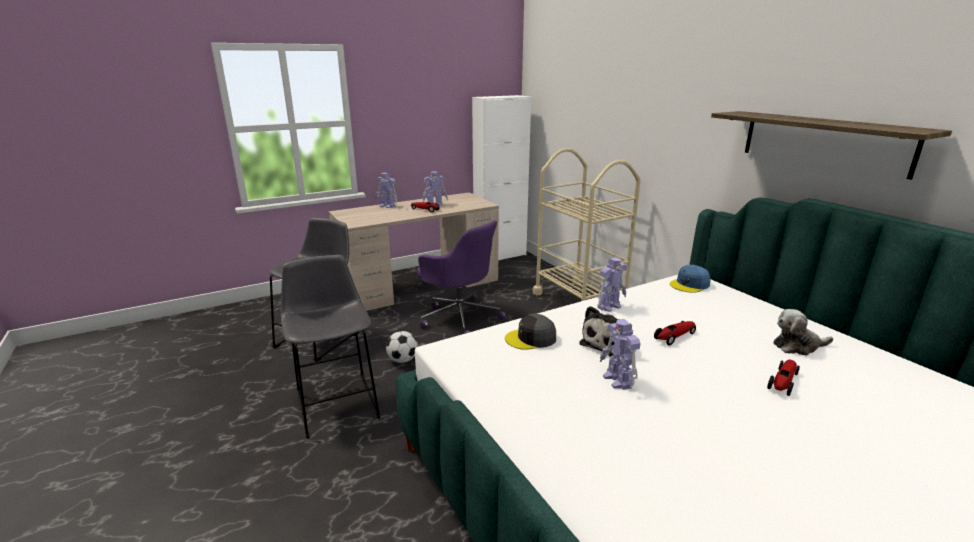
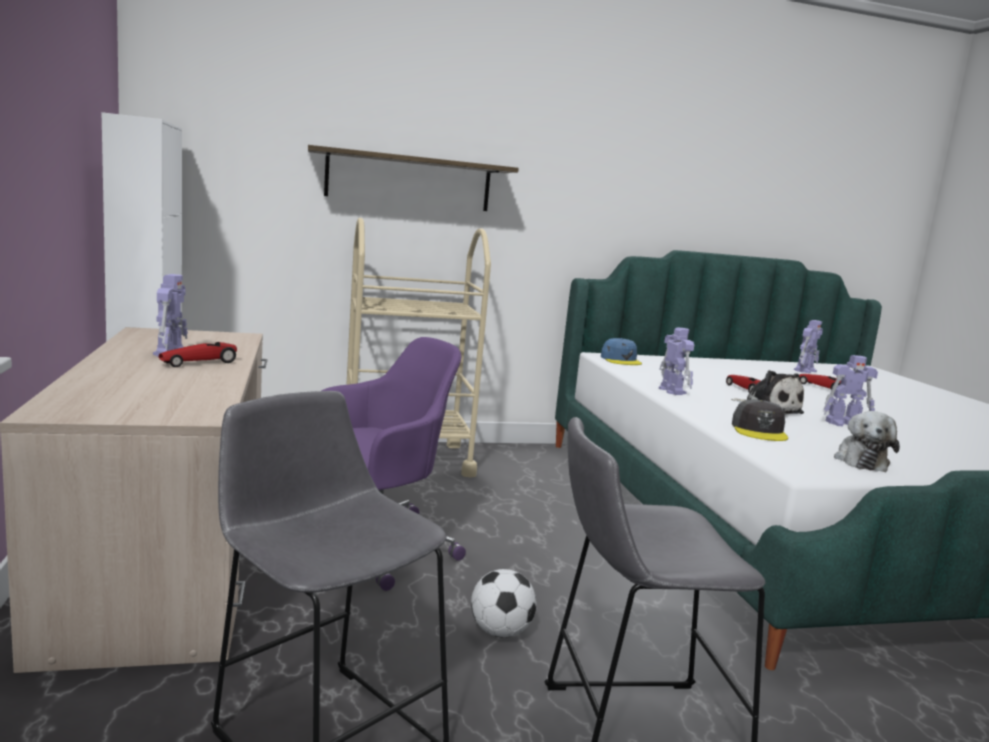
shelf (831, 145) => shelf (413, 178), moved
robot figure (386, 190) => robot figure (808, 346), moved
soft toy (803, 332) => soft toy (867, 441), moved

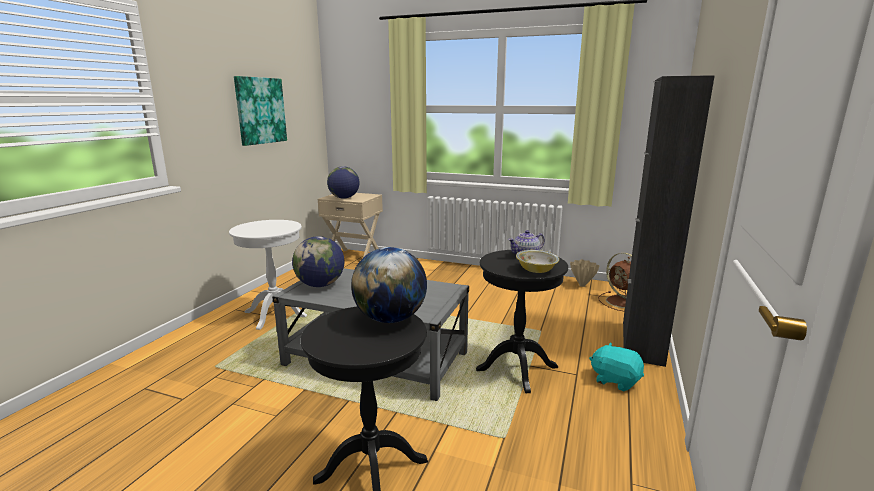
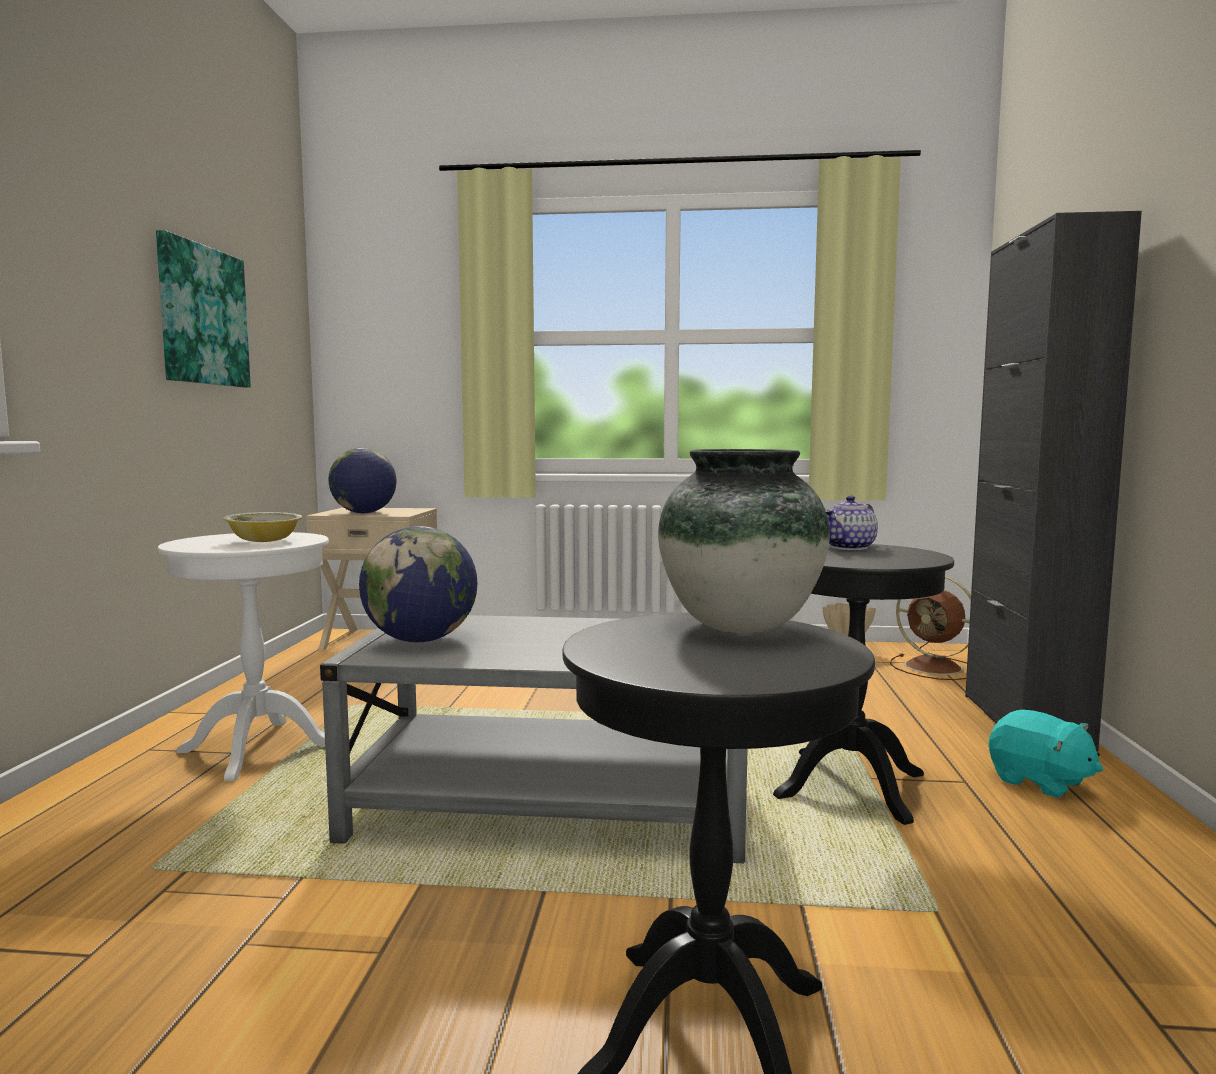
deep dish (537, 261) => deep dish (262, 527), moved
globe (389, 285) => flower vase (744, 541)
blue-green soft toy (616, 366) => blue-green soft toy (1046, 754), 150 degrees counterclockwise

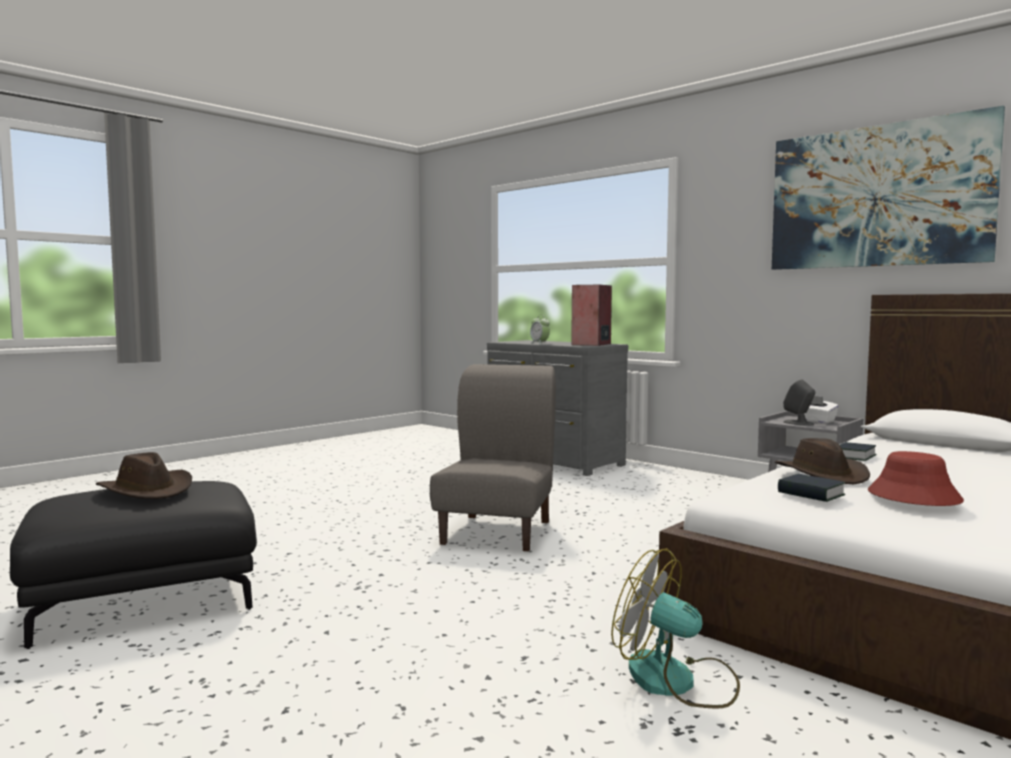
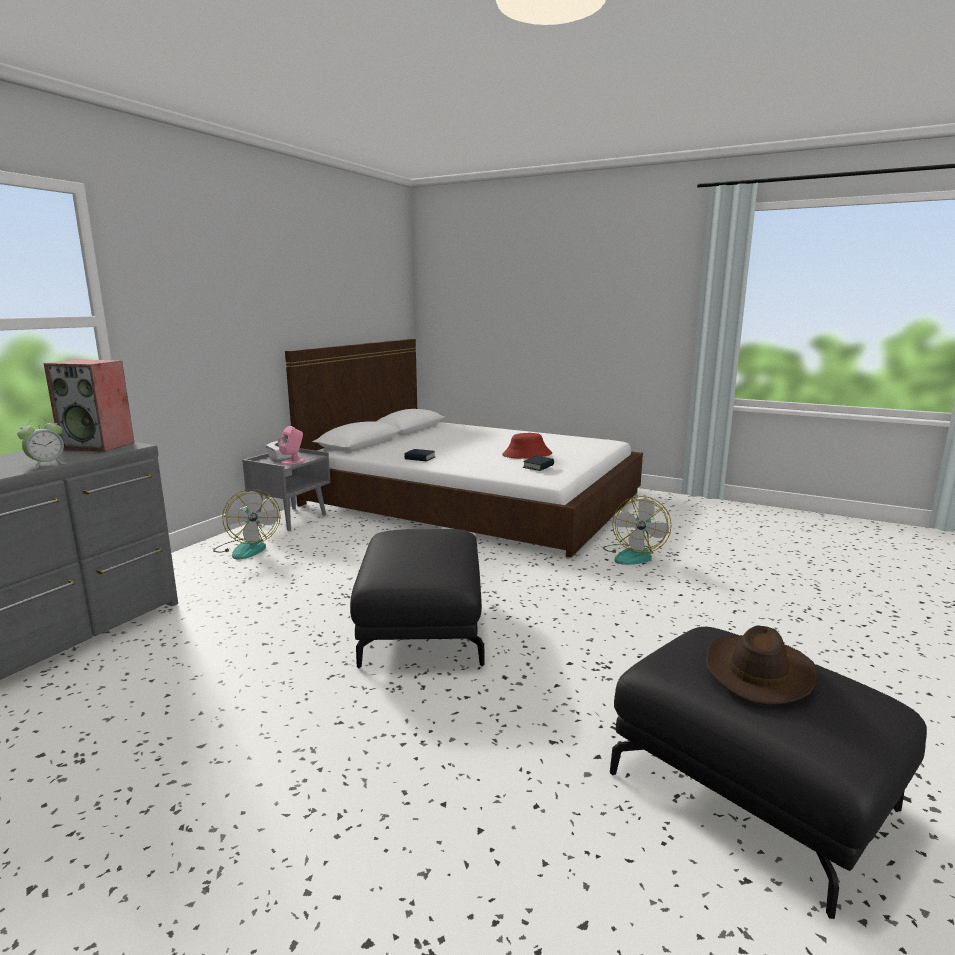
nothing => fan (247, 524)
grey audio speaker (799, 403) => pink audio speaker (292, 445)
grey plain chair (493, 457) => blackish footrest (417, 598)
wall art (888, 188) => nothing
brown-coloured hat (822, 461) => nothing

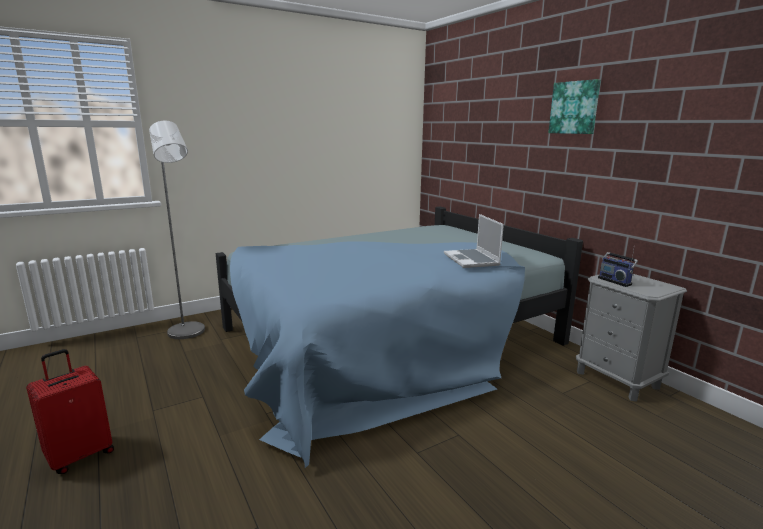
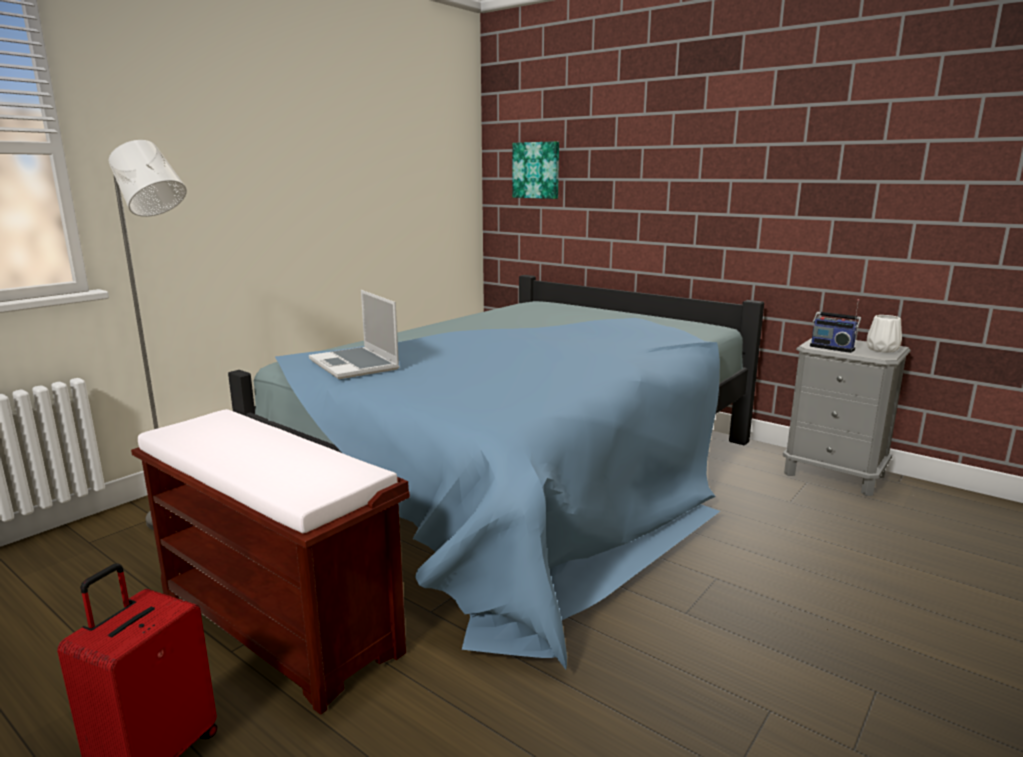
nothing => brown-coloured indoor bench (270, 561)
laptop (474, 241) => laptop (354, 334), moved
wall art (574, 106) => wall art (536, 170), moved
nothing => whitish flower vase (884, 334)

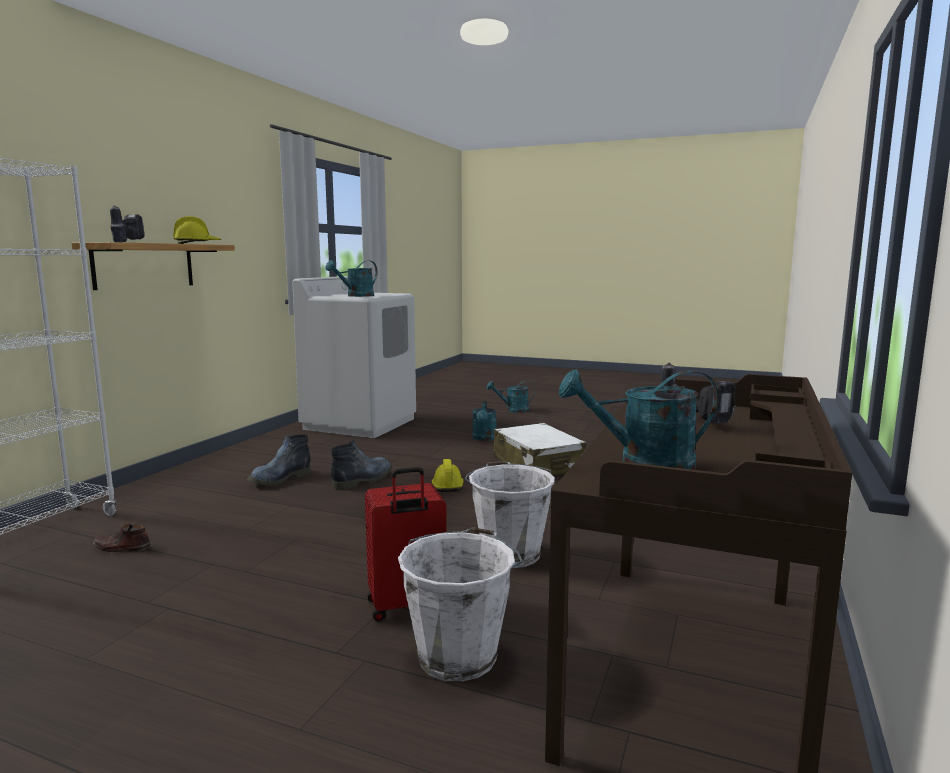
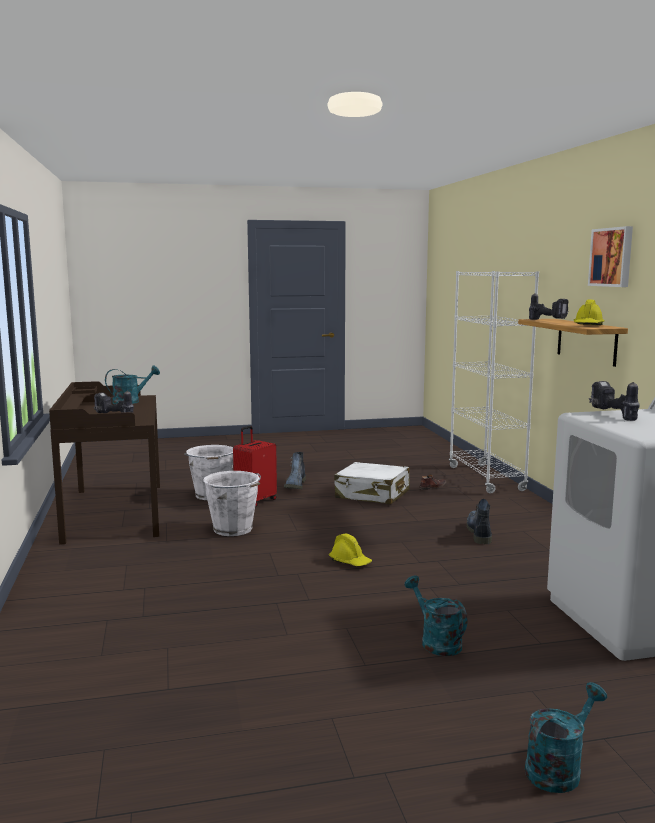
high-top boot (362, 465) => high-top boot (295, 470), moved
whitish suitcase (540, 449) => whitish suitcase (372, 483), moved
nothing => wall art (610, 256)
blue-green watering pot (351, 278) => drill (614, 401)

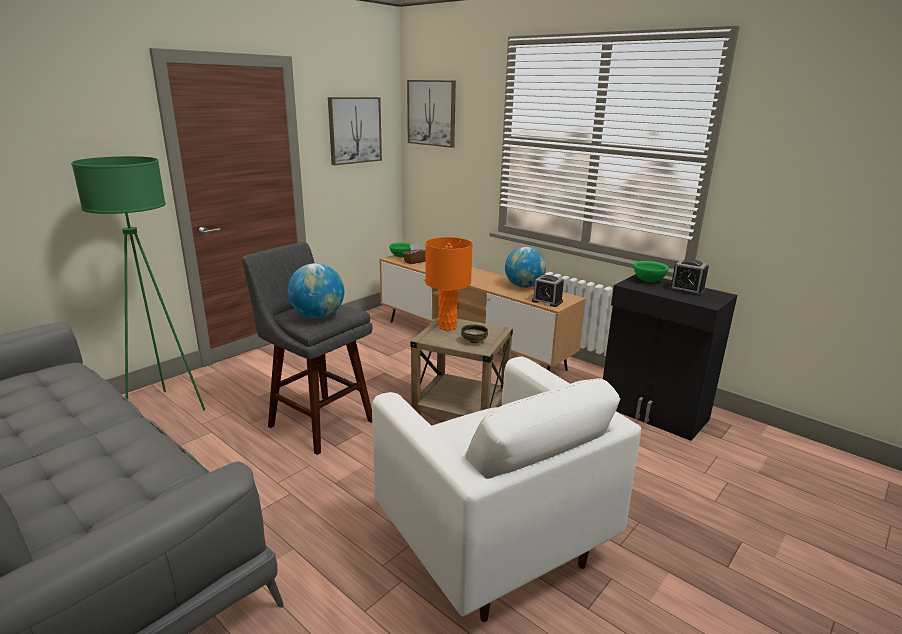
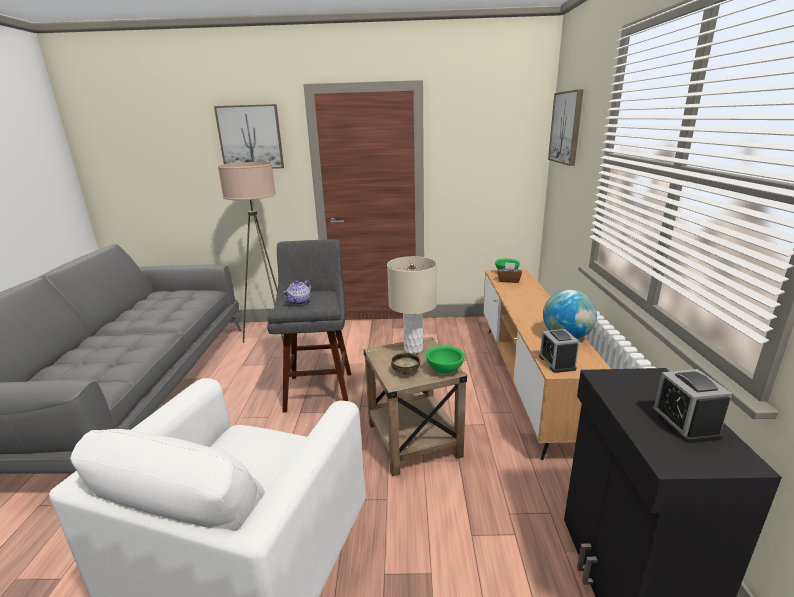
wall art (355, 131) => wall art (249, 136), moved
green-coloured standard lamp (138, 283) => beige standard lamp (251, 252)
globe (316, 291) => pot for tea (297, 292)
orange table lamp (449, 284) => beige table lamp (412, 305)
green-coloured deep dish (651, 271) => green-coloured deep dish (445, 359), moved

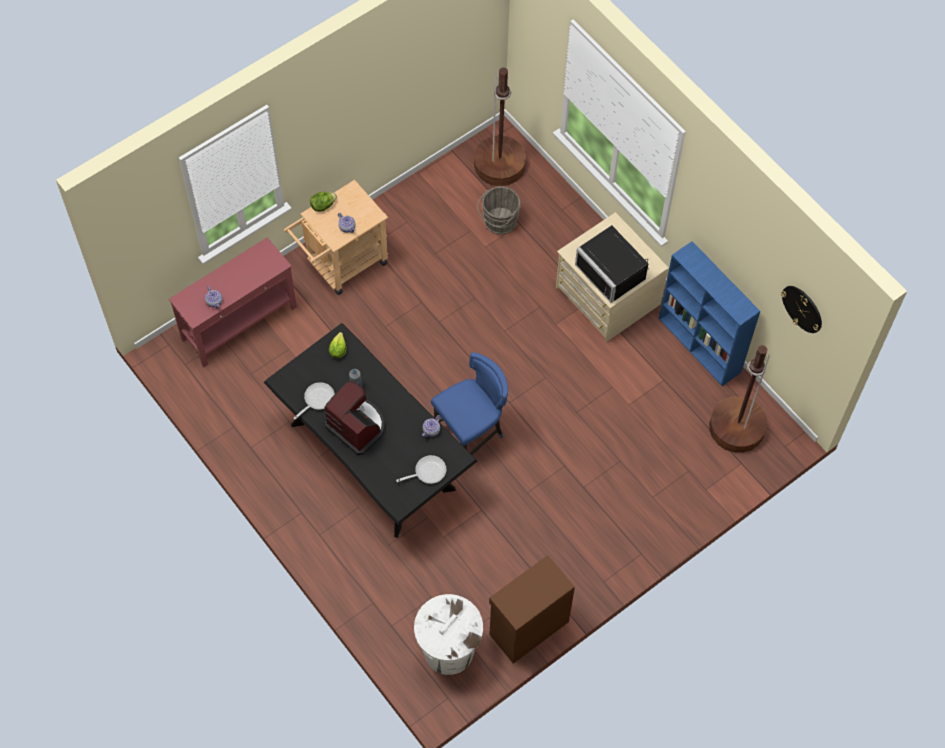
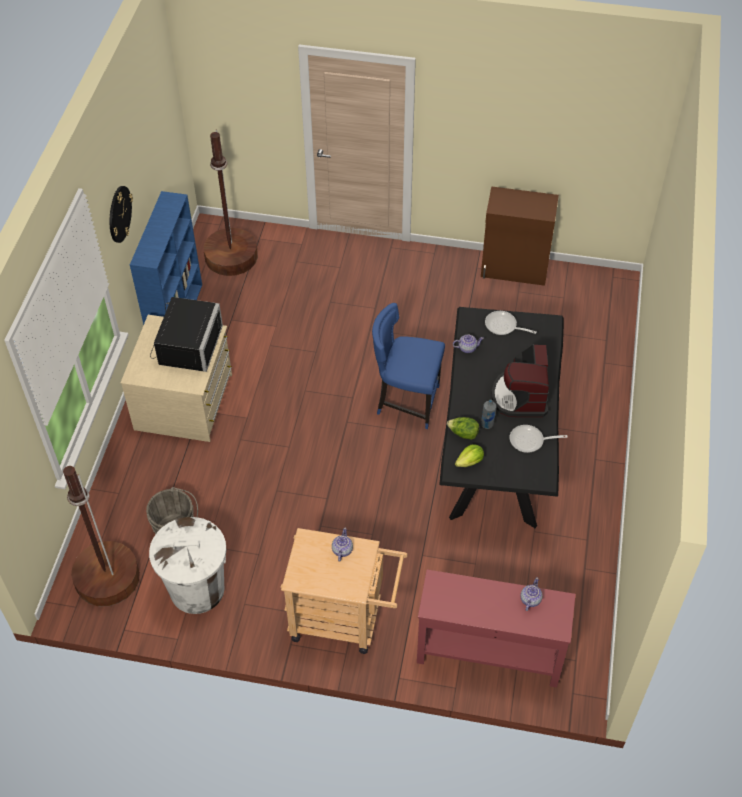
clock on the wall (801, 309) => clock on the wall (121, 214), moved
whitish trash can (448, 634) => whitish trash can (187, 565), moved
head of lettuce (323, 202) => head of lettuce (463, 428), moved

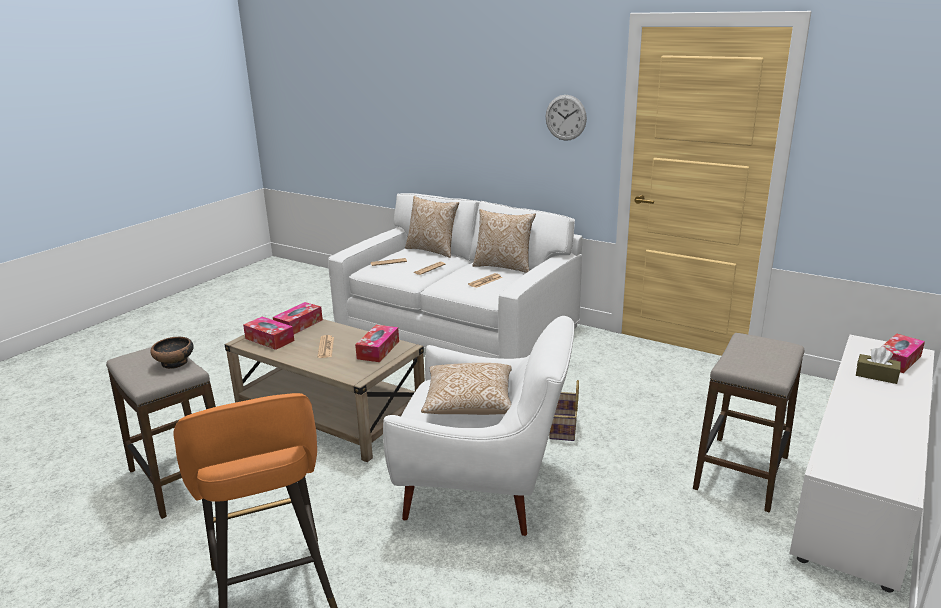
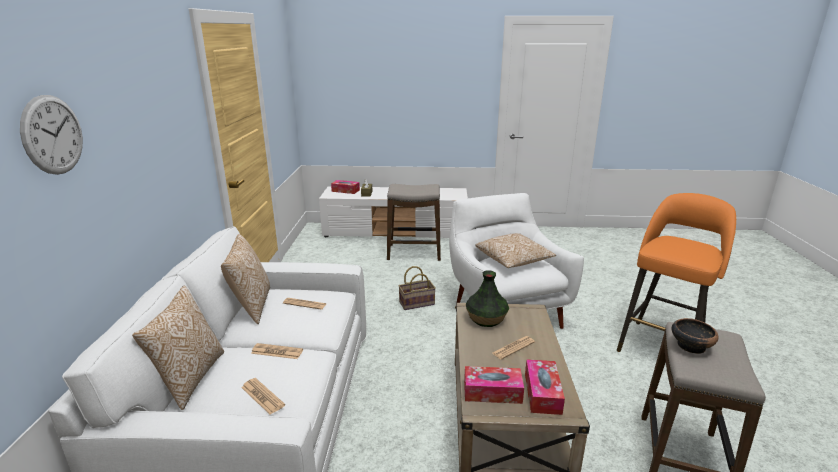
clock on the wall (566, 118) => clock on the wall (51, 135), moved
tissue box (377, 343) => flower vase (487, 298)

